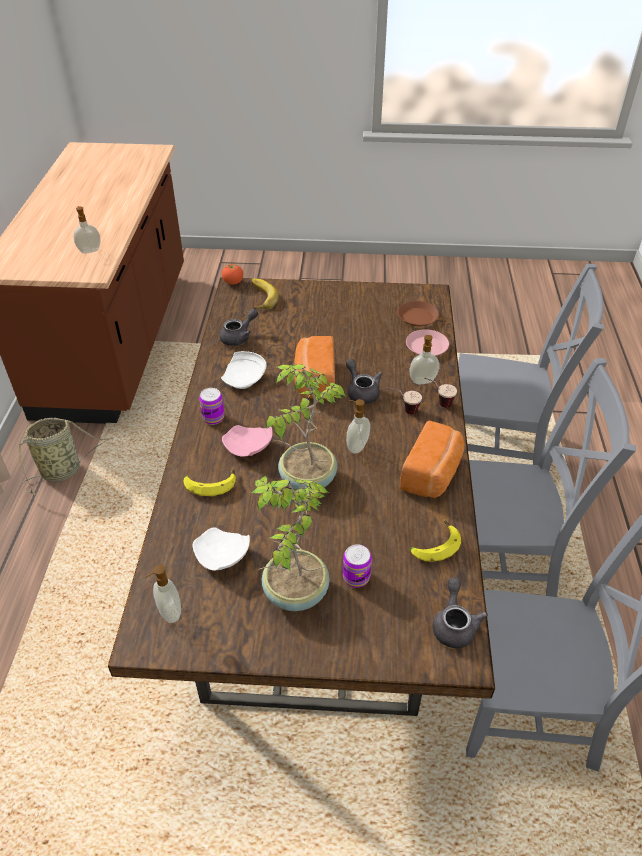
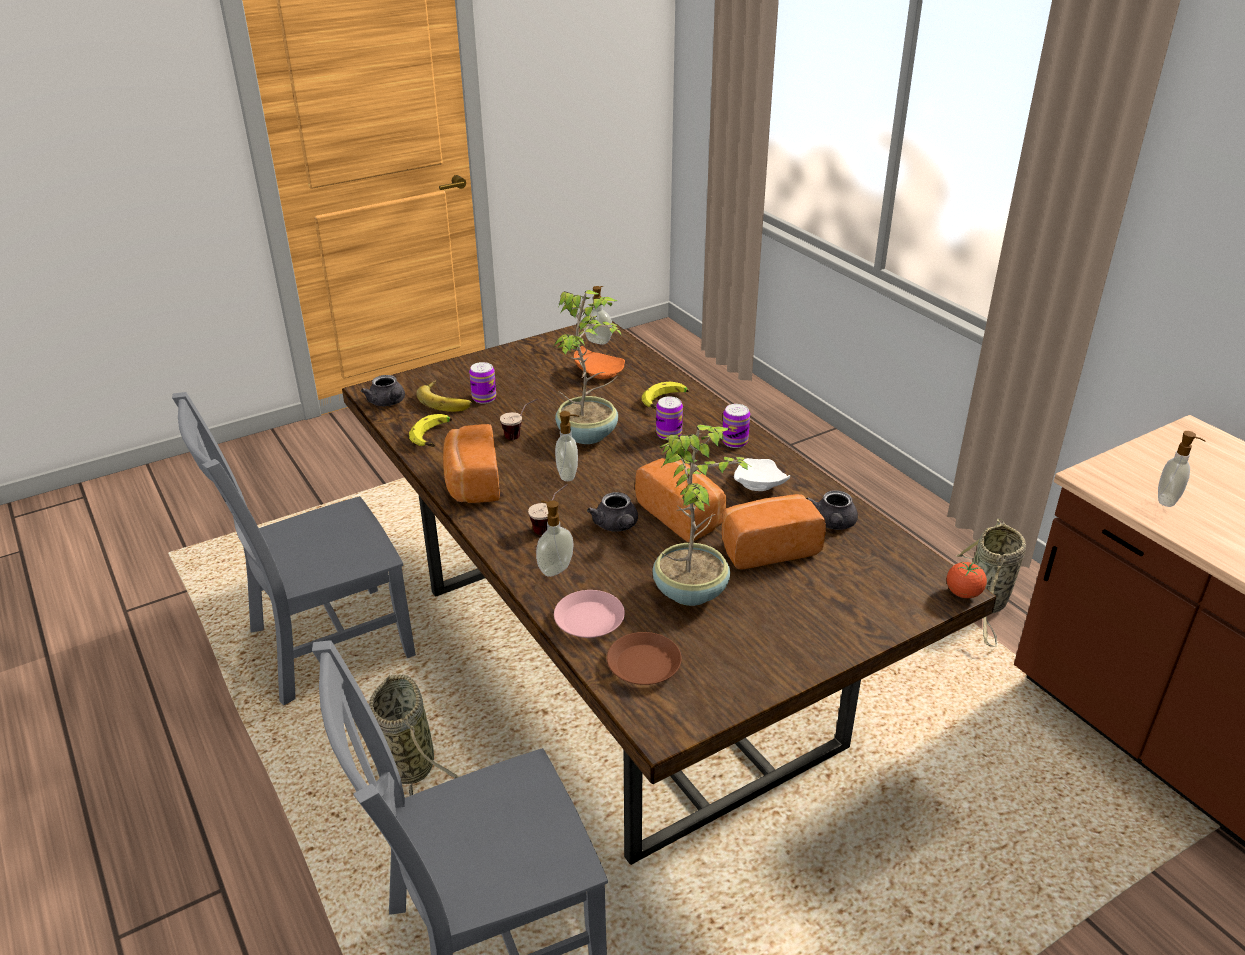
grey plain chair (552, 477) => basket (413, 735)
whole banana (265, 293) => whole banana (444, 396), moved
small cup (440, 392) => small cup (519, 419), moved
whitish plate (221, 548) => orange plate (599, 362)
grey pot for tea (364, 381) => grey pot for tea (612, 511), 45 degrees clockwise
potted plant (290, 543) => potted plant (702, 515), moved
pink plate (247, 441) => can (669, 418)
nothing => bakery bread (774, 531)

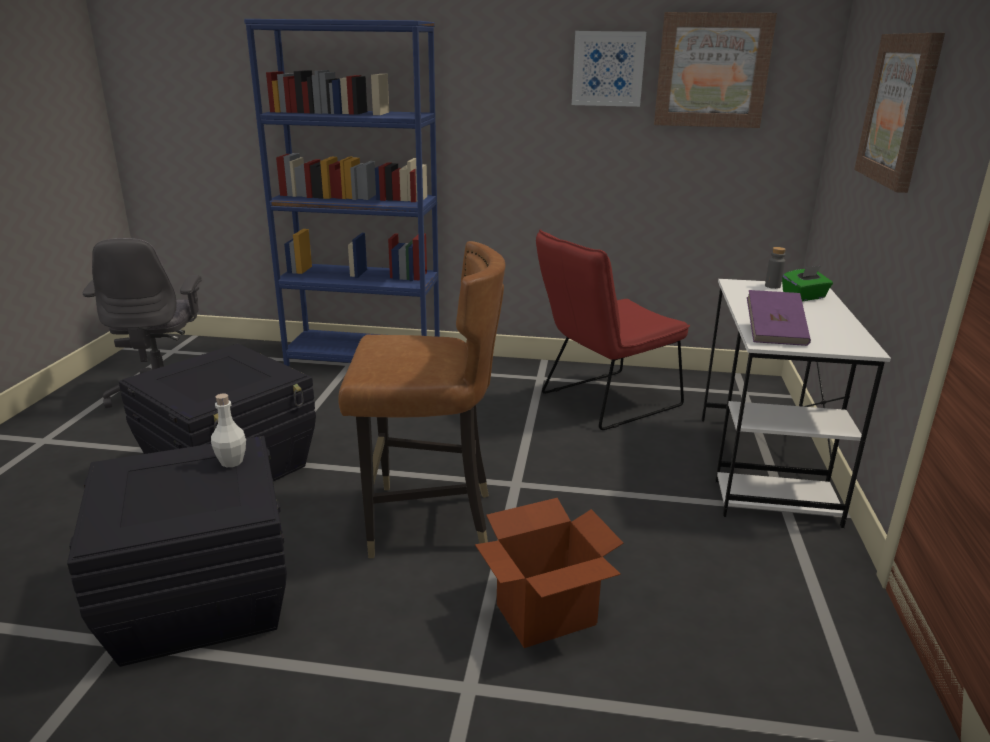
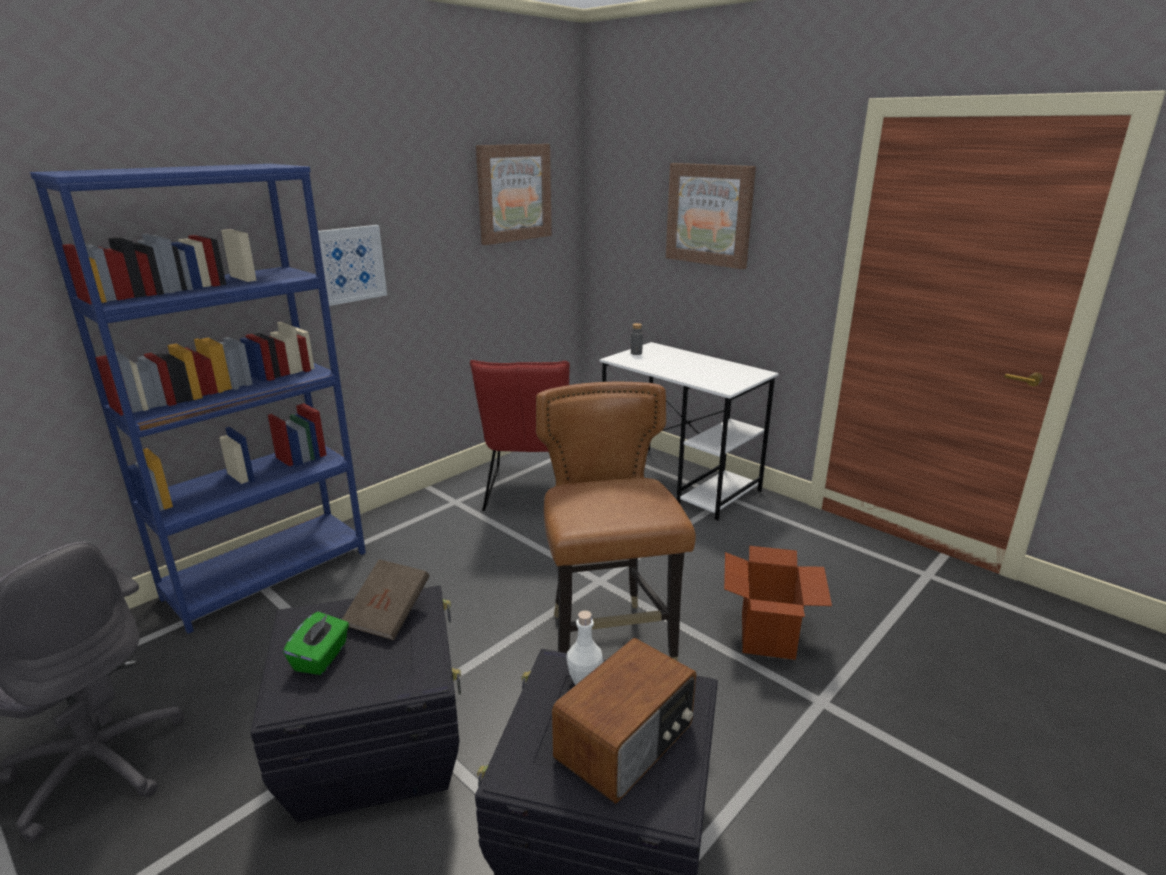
green-coloured tissue box (807, 284) => green-coloured tissue box (316, 643), moved
wall art (609, 69) => wall art (352, 265), moved
nothing => brown-coloured book (385, 599)
brown-coloured plain chair (421, 399) => brown-coloured plain chair (616, 521), 45 degrees counterclockwise
nothing => radio (624, 721)
purple-coloured book (779, 318) => nothing

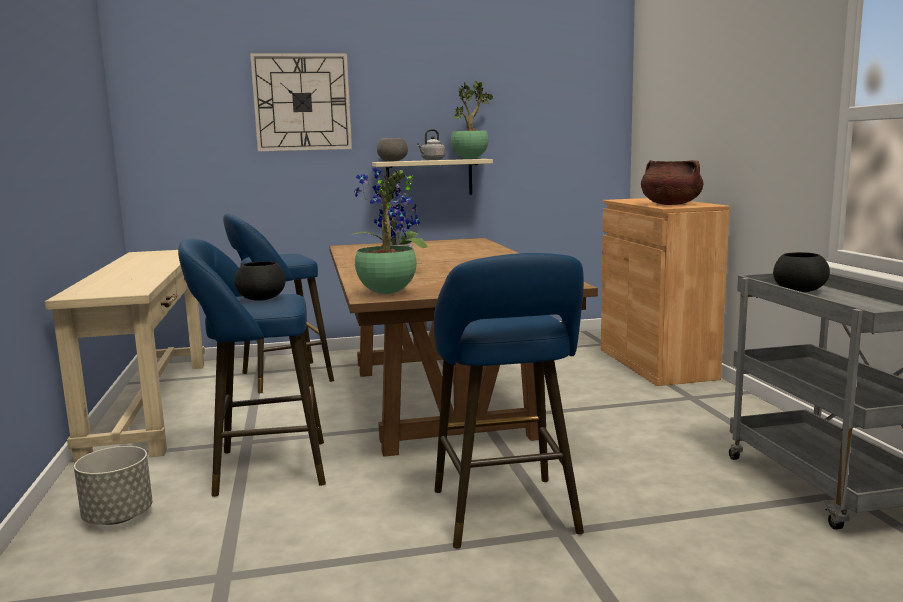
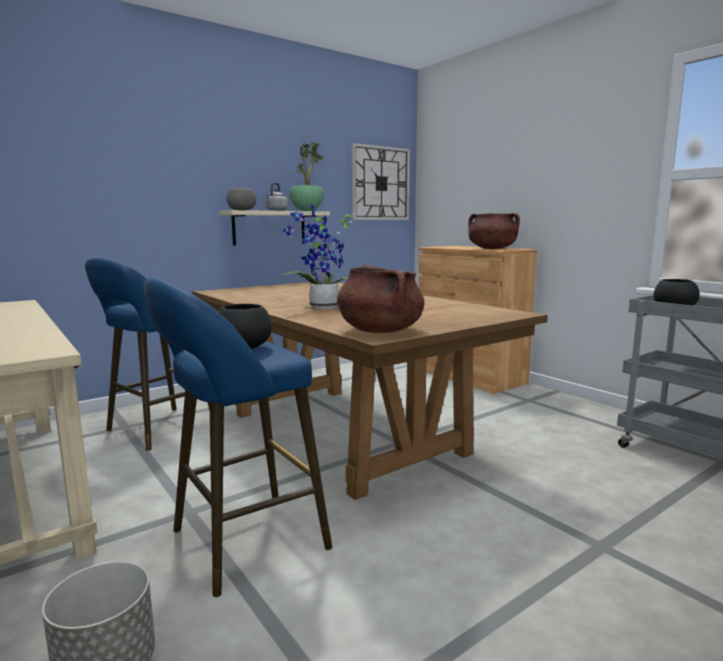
potted plant (386, 231) => brown-coloured saucepot (380, 299)
clock on the wall (301, 102) => clock on the wall (381, 181), moved
blue-coloured stool (509, 400) => nothing

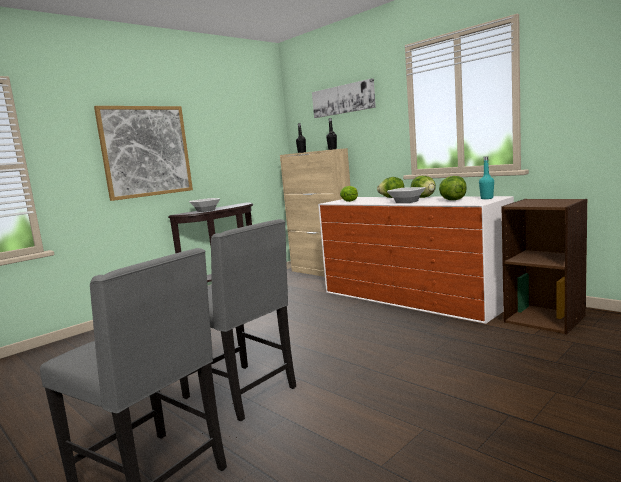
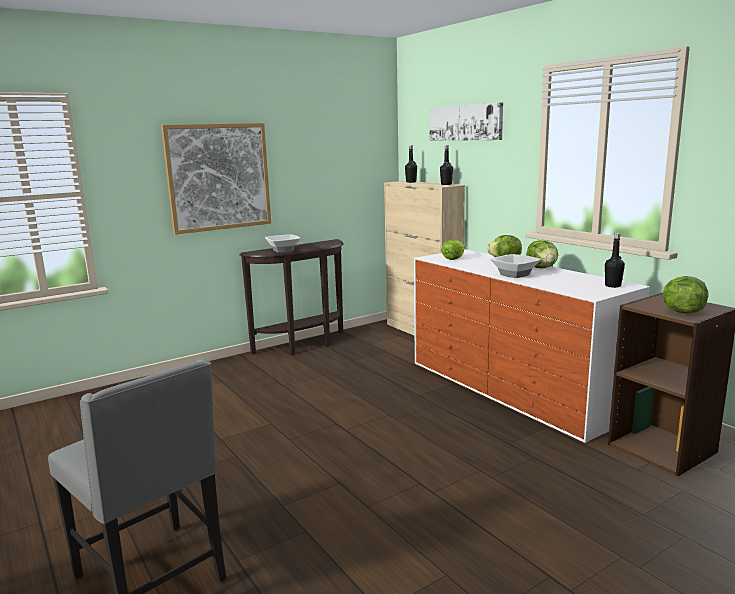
blue-green beverage bottle (486, 177) => blackish beverage bottle (615, 260)
head of lettuce (453, 188) => head of lettuce (685, 295), moved
grey plain chair (238, 320) => nothing

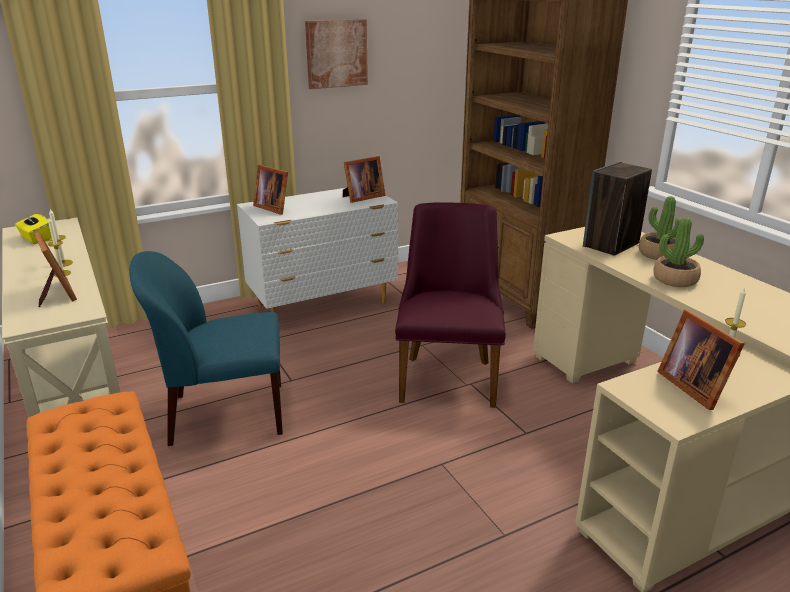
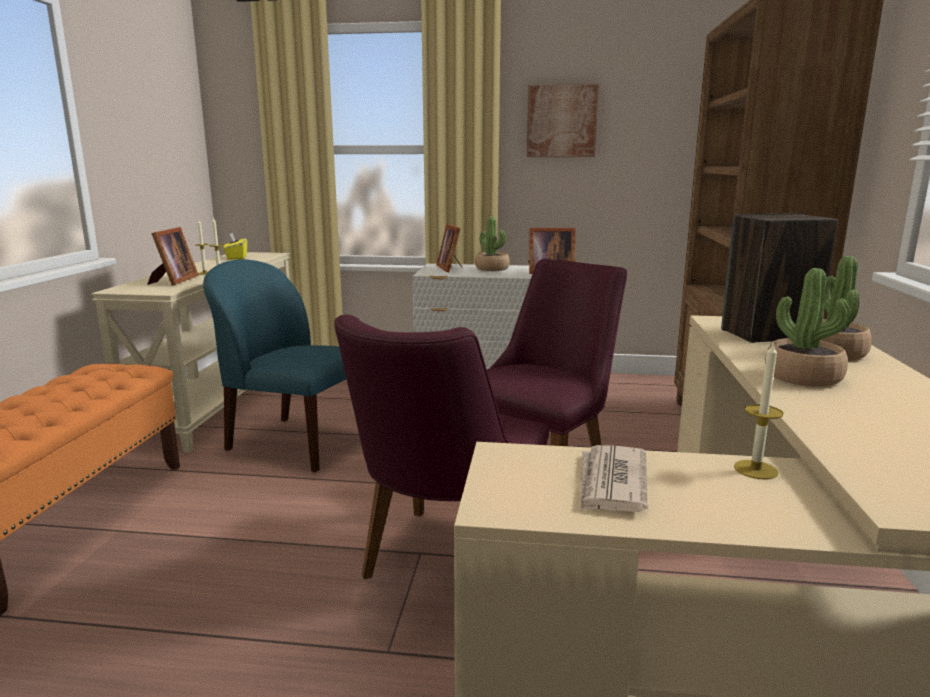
nothing => purple-coloured plain chair (441, 446)
nothing => potted plant (492, 244)
photo frame (701, 360) => newspaper (613, 478)

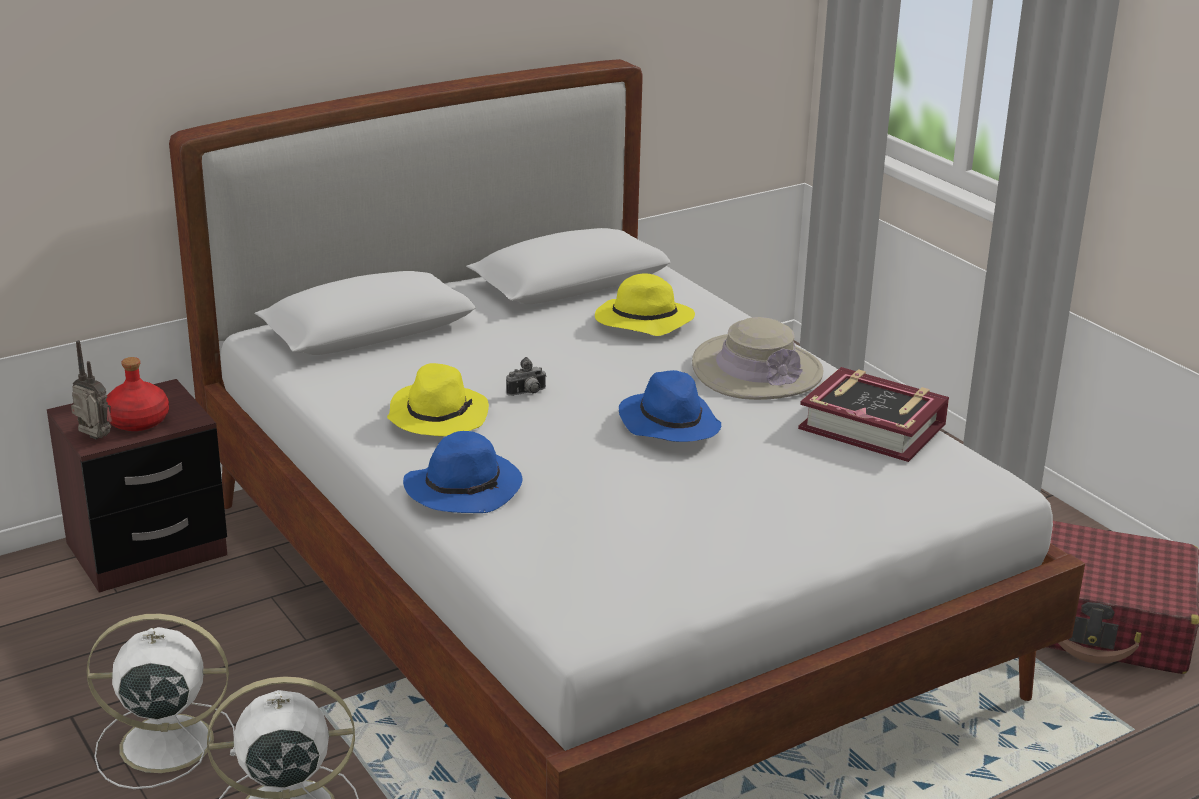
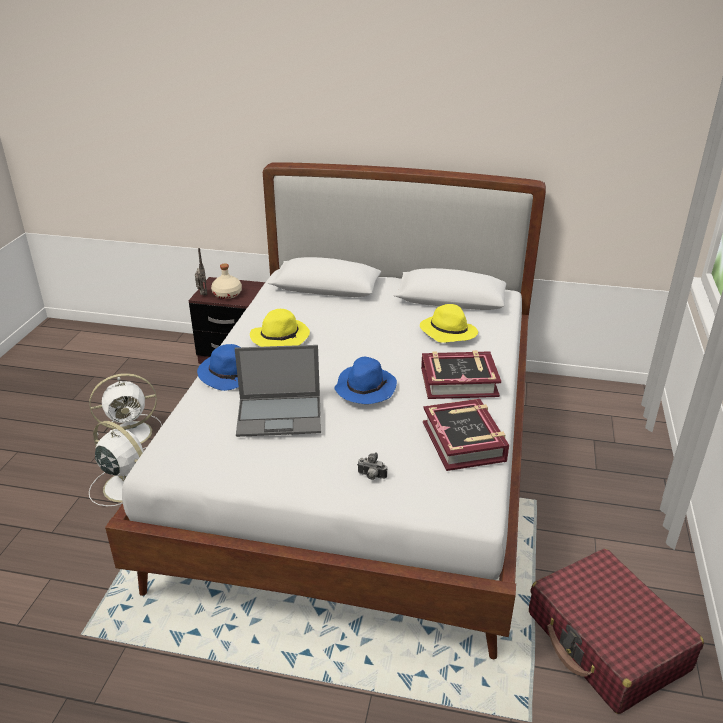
whitish fan (161, 701) => whitish fan (125, 411), 120 degrees clockwise
red-coloured beverage bottle (137, 394) => beige beverage bottle (226, 281)
nothing => laptop (278, 391)
photo camera (526, 376) => photo camera (372, 466), moved
beige hat (757, 358) => book (461, 374)

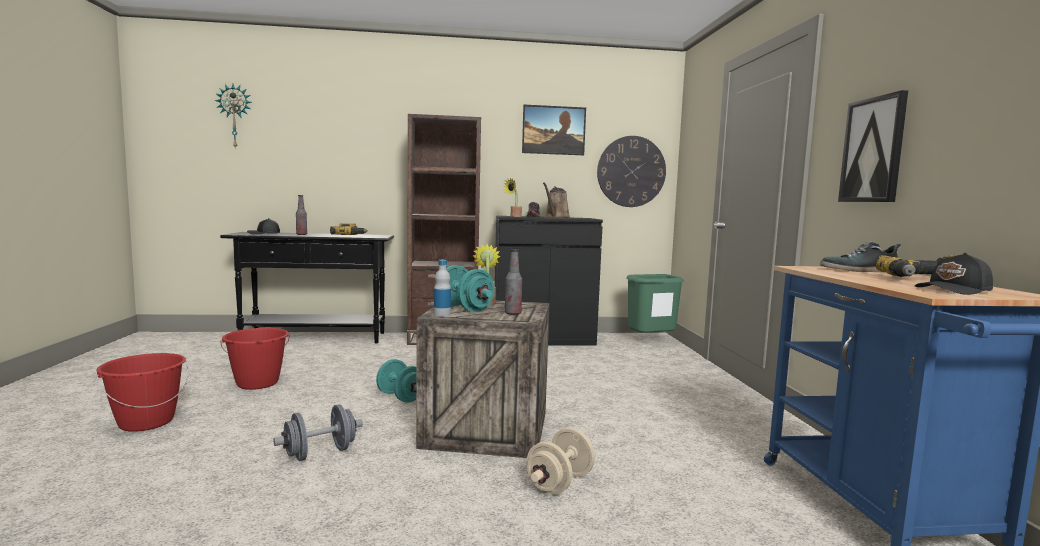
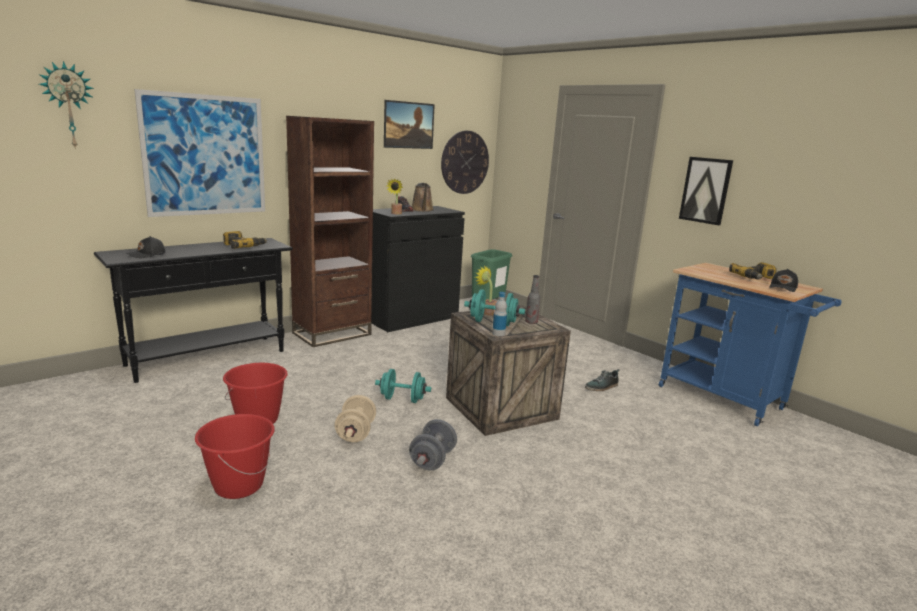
nothing => wall art (199, 153)
beige dumbbell (561, 461) => beige dumbbell (355, 418), moved
low shoe (860, 257) => low shoe (602, 380), moved
beverage bottle (301, 215) => nothing

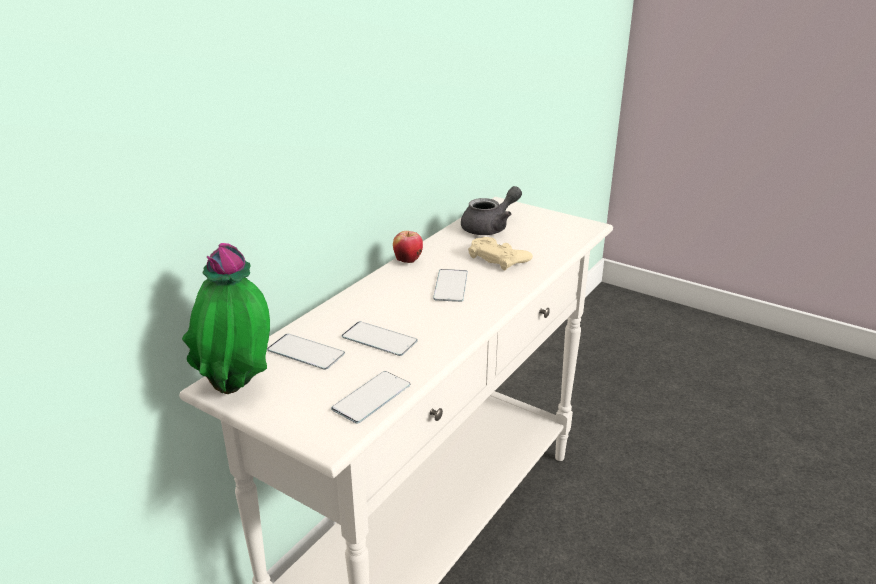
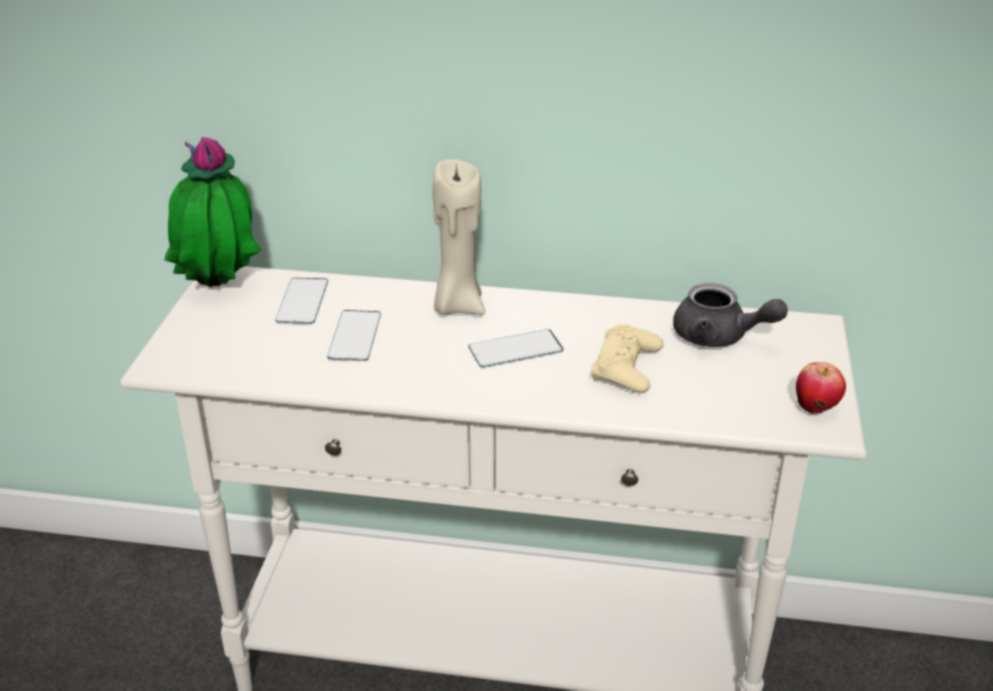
nothing => beige wax candle (458, 237)
apple fruit (408, 247) => apple fruit (821, 388), moved
telephone (370, 397) => nothing

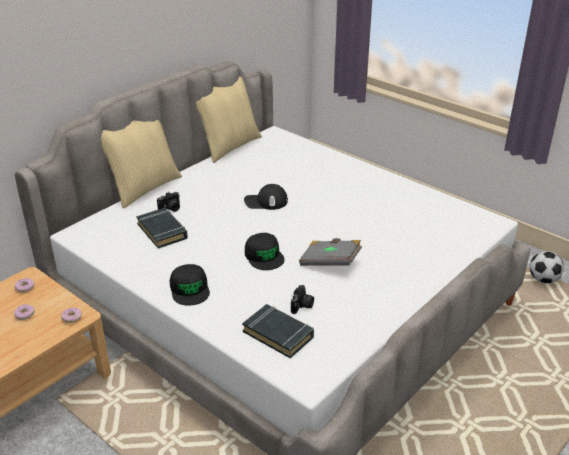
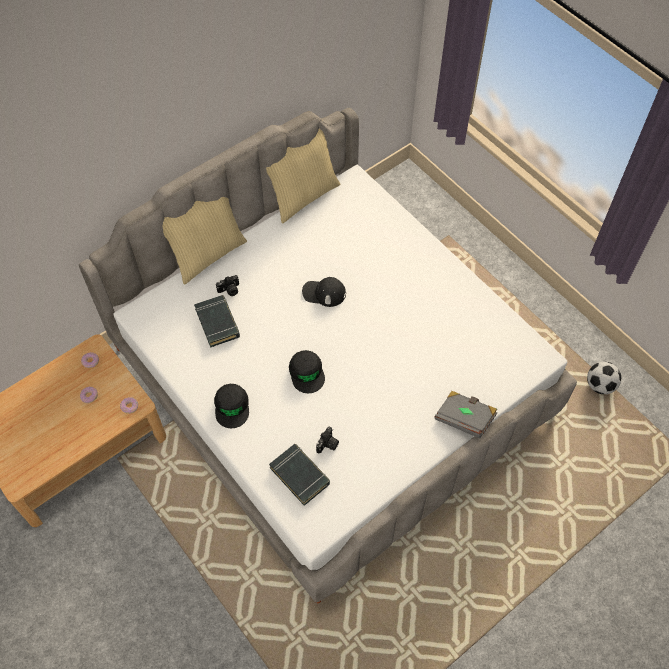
grey book (330, 252) => grey book (466, 414), moved

